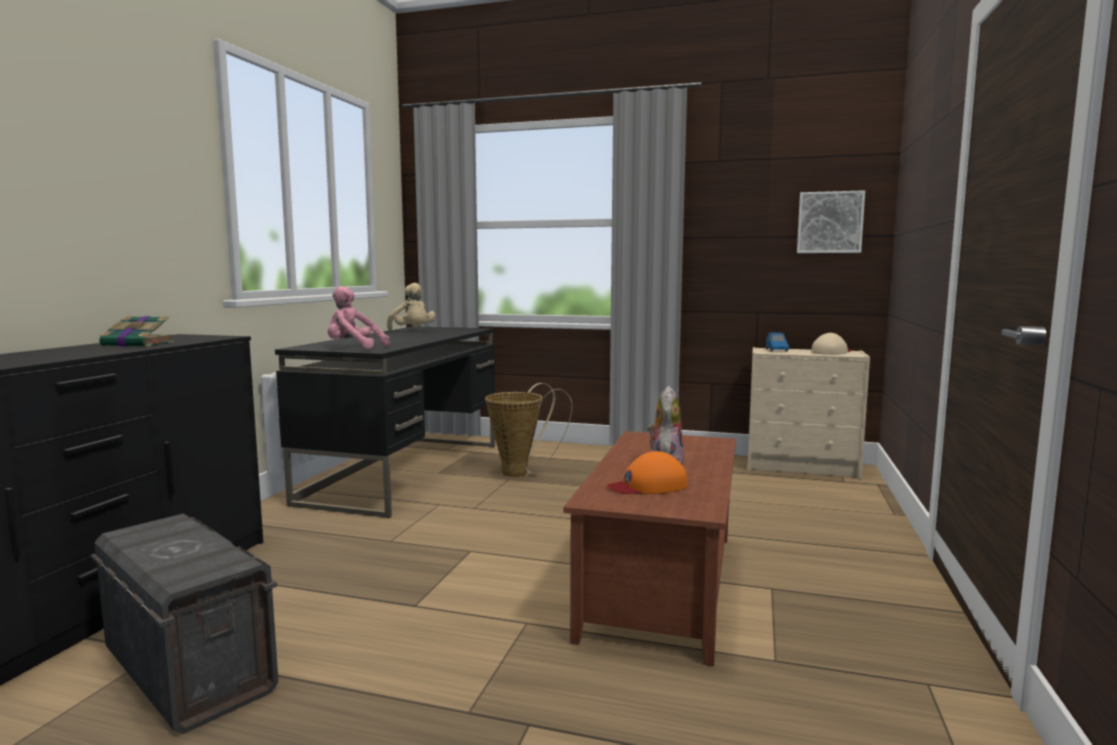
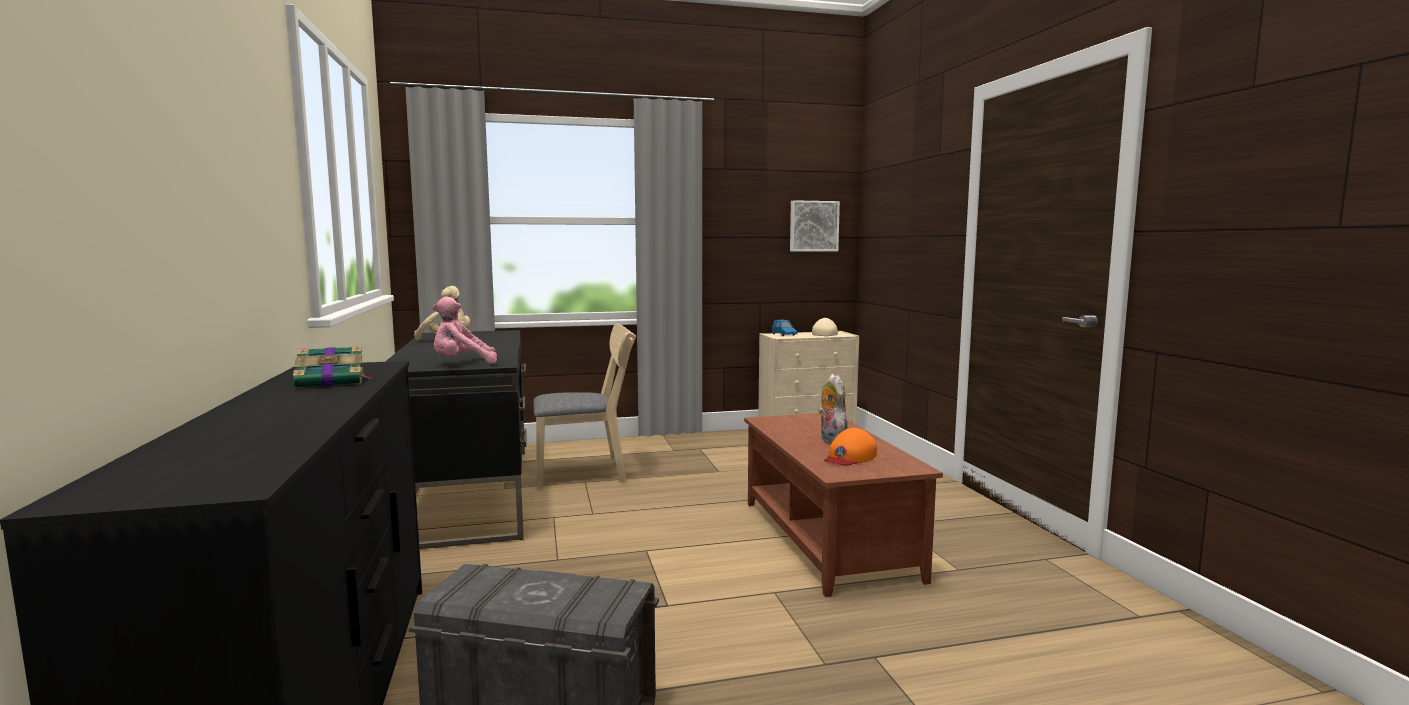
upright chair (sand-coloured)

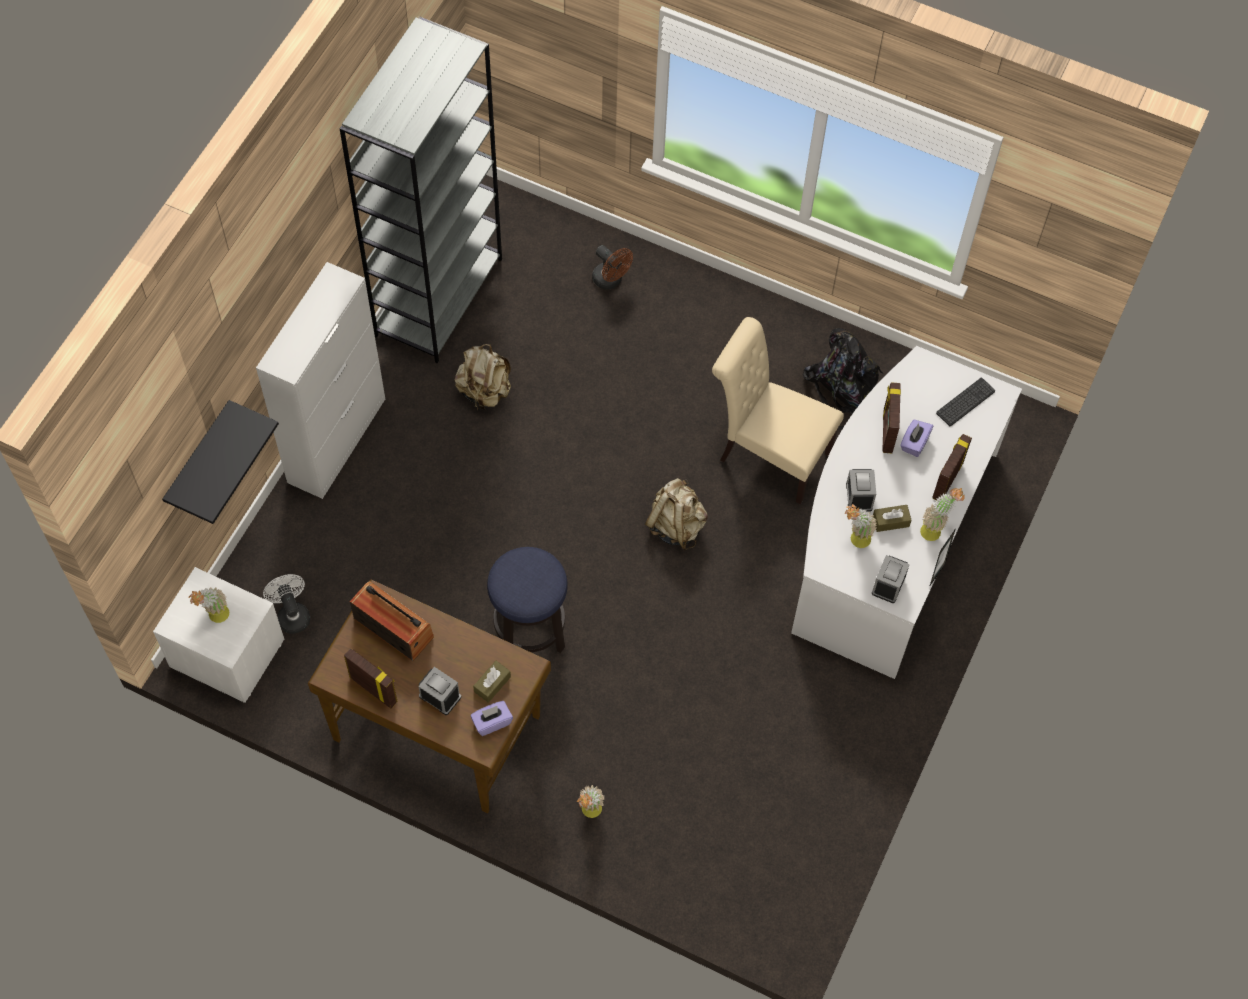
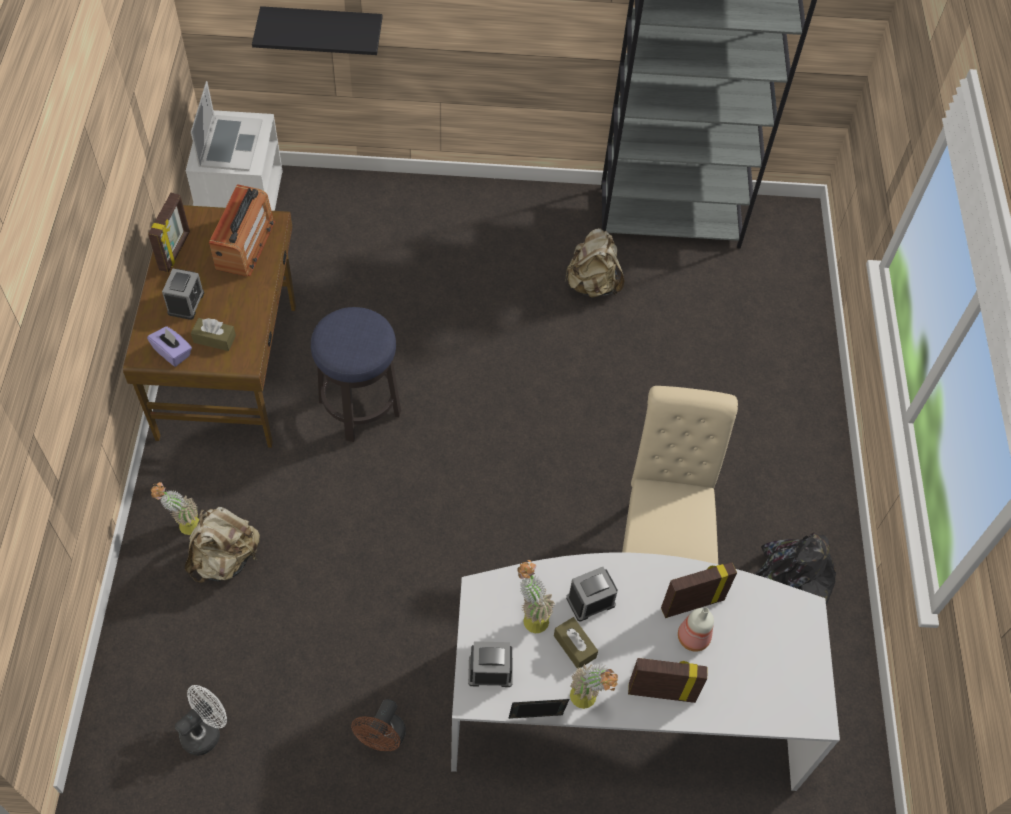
cupboard (whitish)
keyboard
cooling fan (whitish)
cooling fan (brown)
rucksack (sand-coloured) (1st from left)
notebook computer
bottle

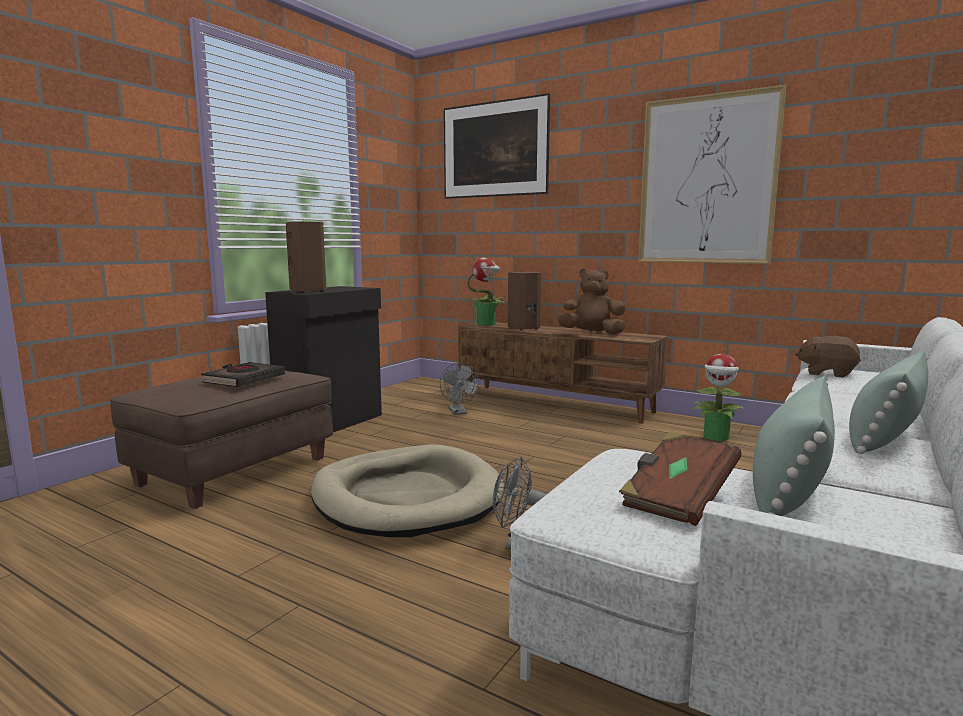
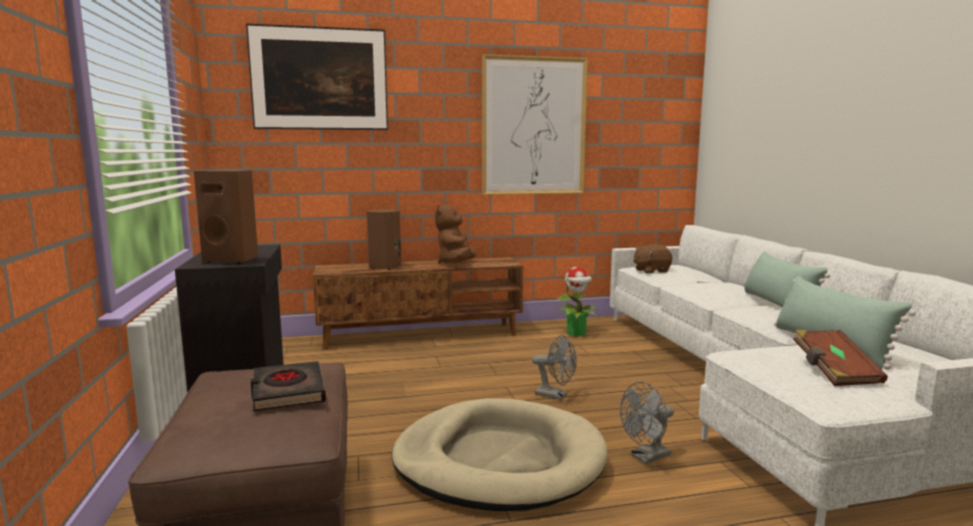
houseplant (1st from left in the first image)
cooling fan (gray) (1st from left)
soft toy (brown) (1st from left)

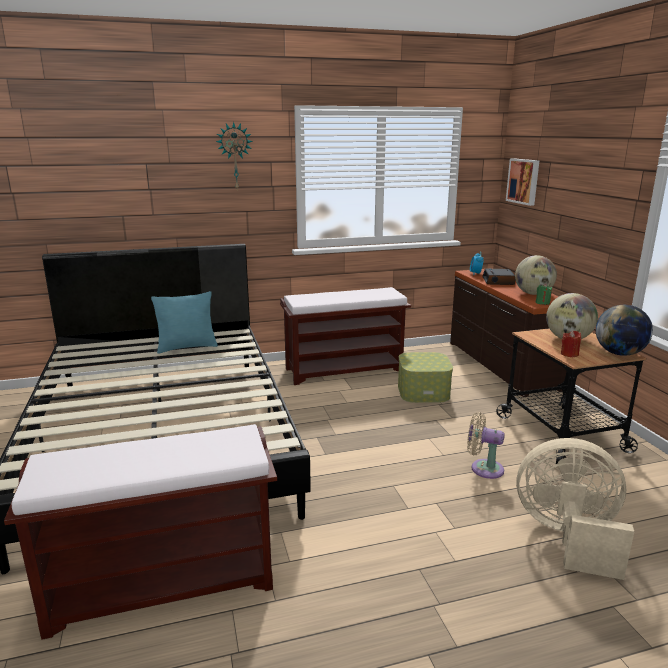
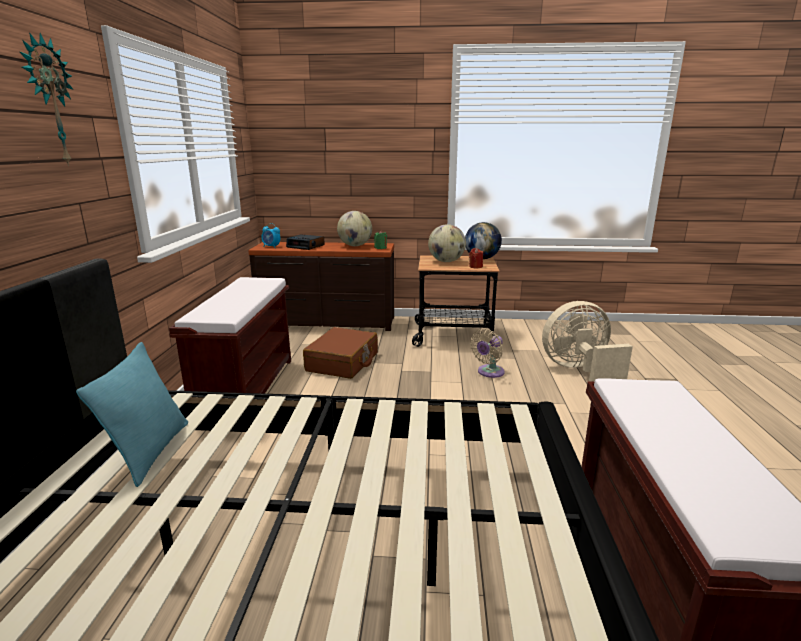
wall picture
piece of luggage (brown)
cooling fan (sand-coloured) (2nd from left)

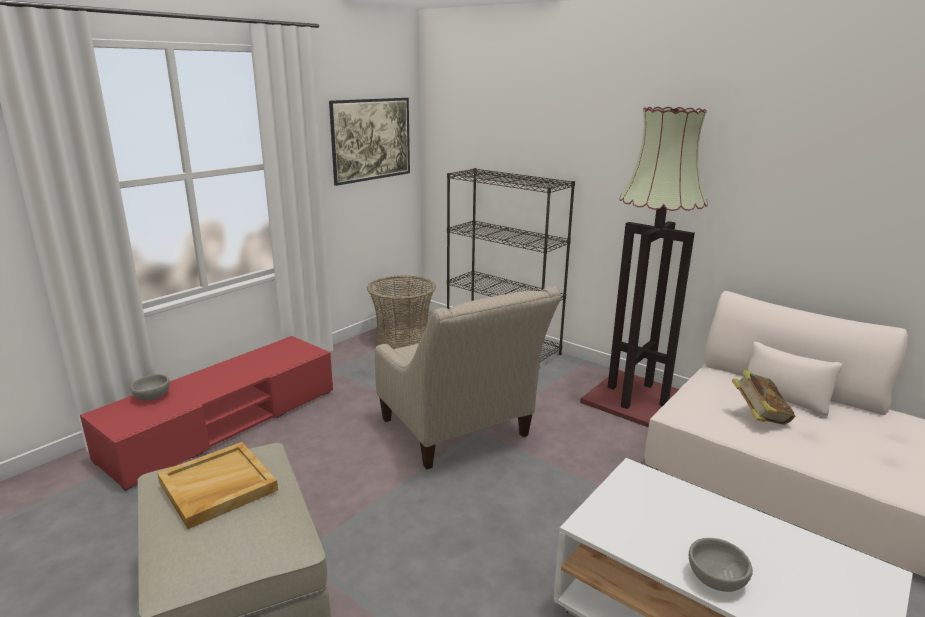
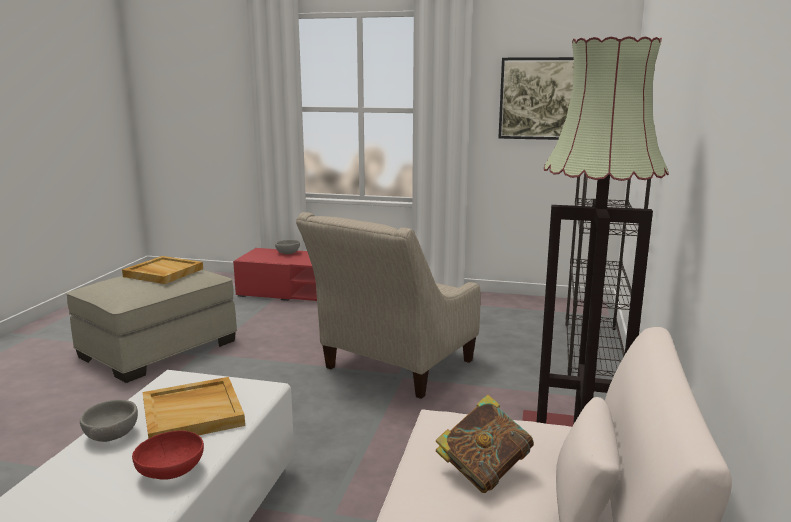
storage basket
bowl (reddish)
serving tray (sand-coloured) (2nd from left)

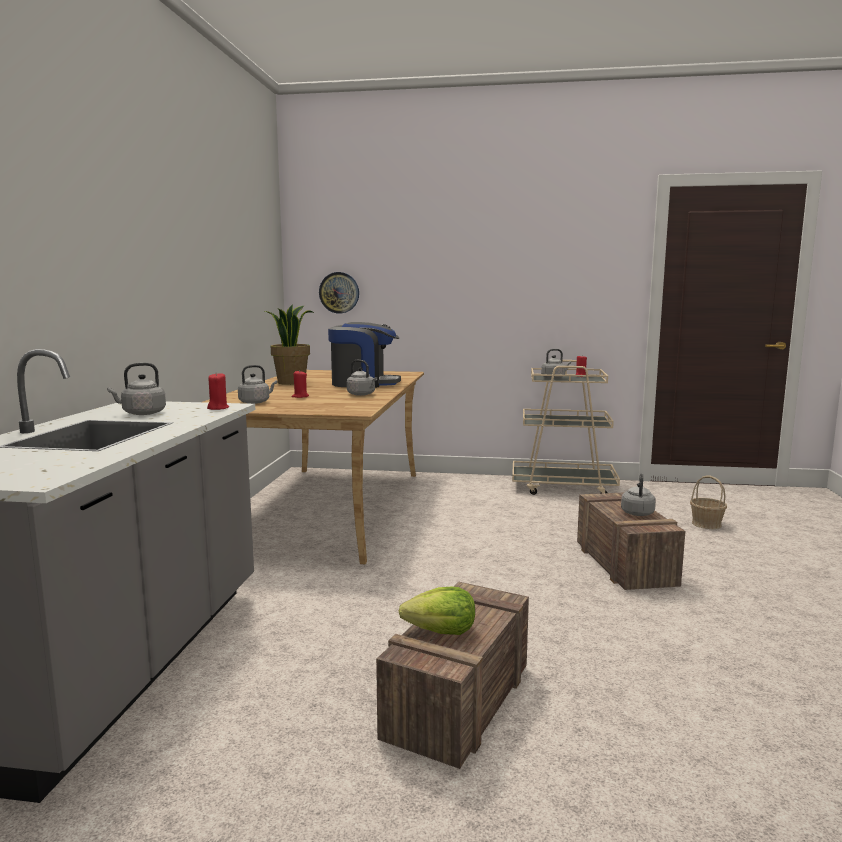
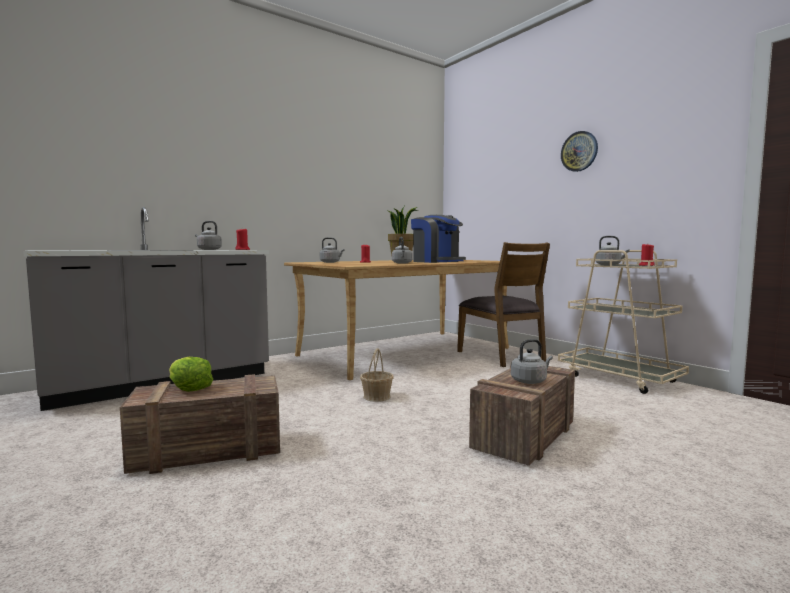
upright chair (brown)
clock on the wall
storage basket

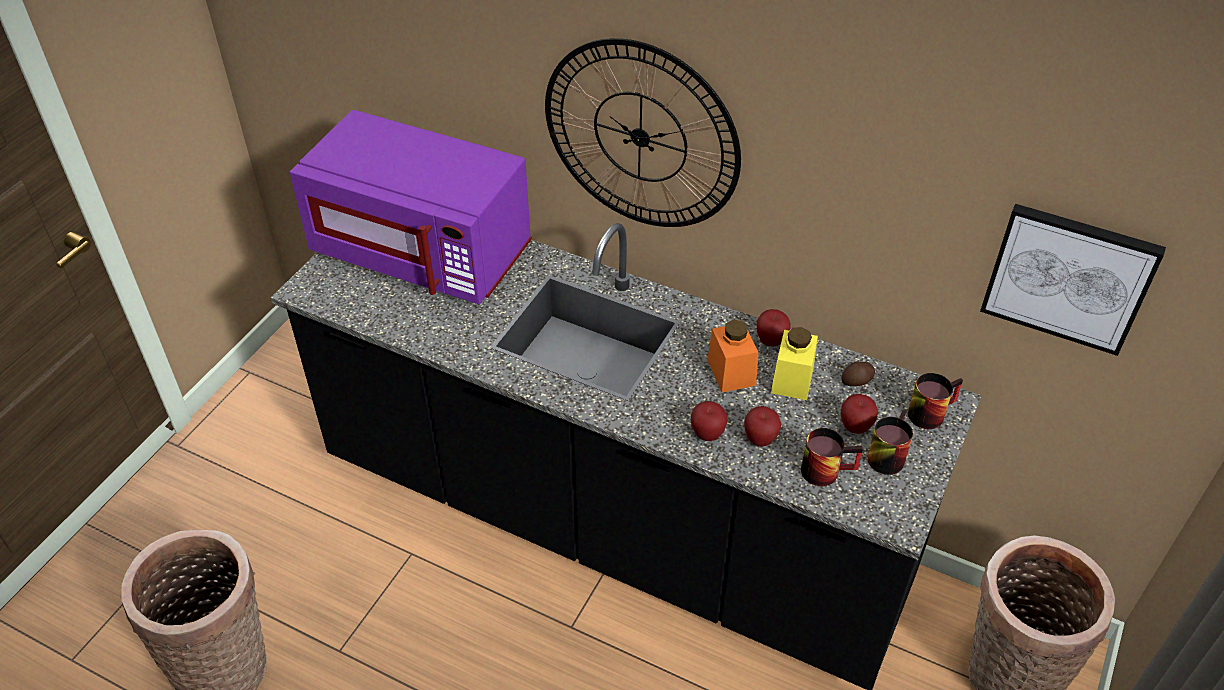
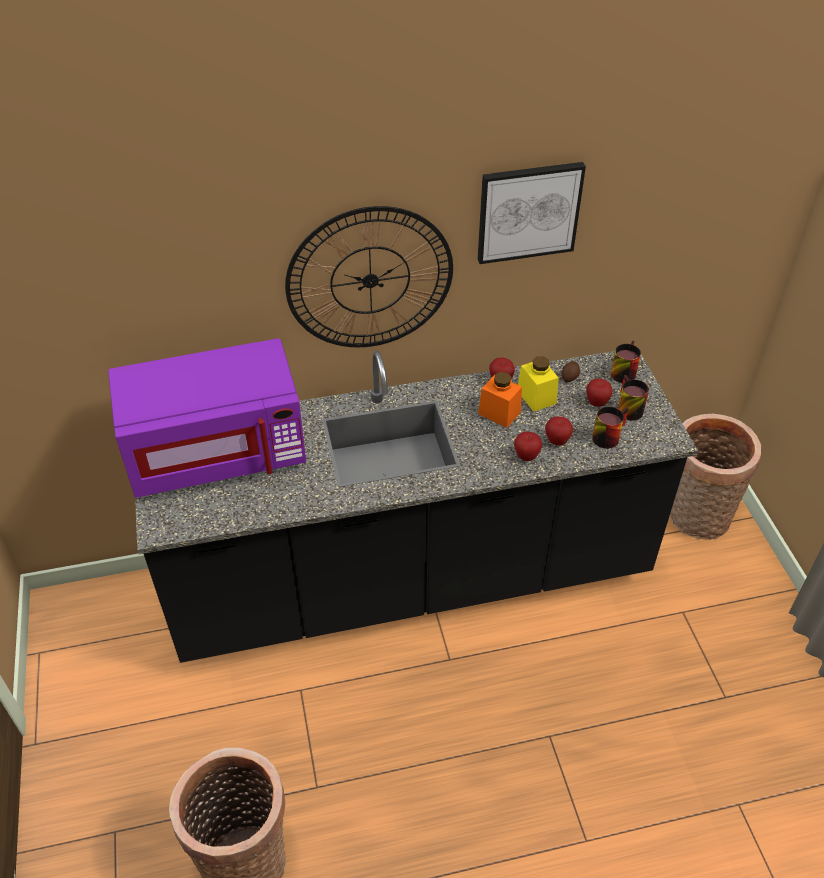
wall picture

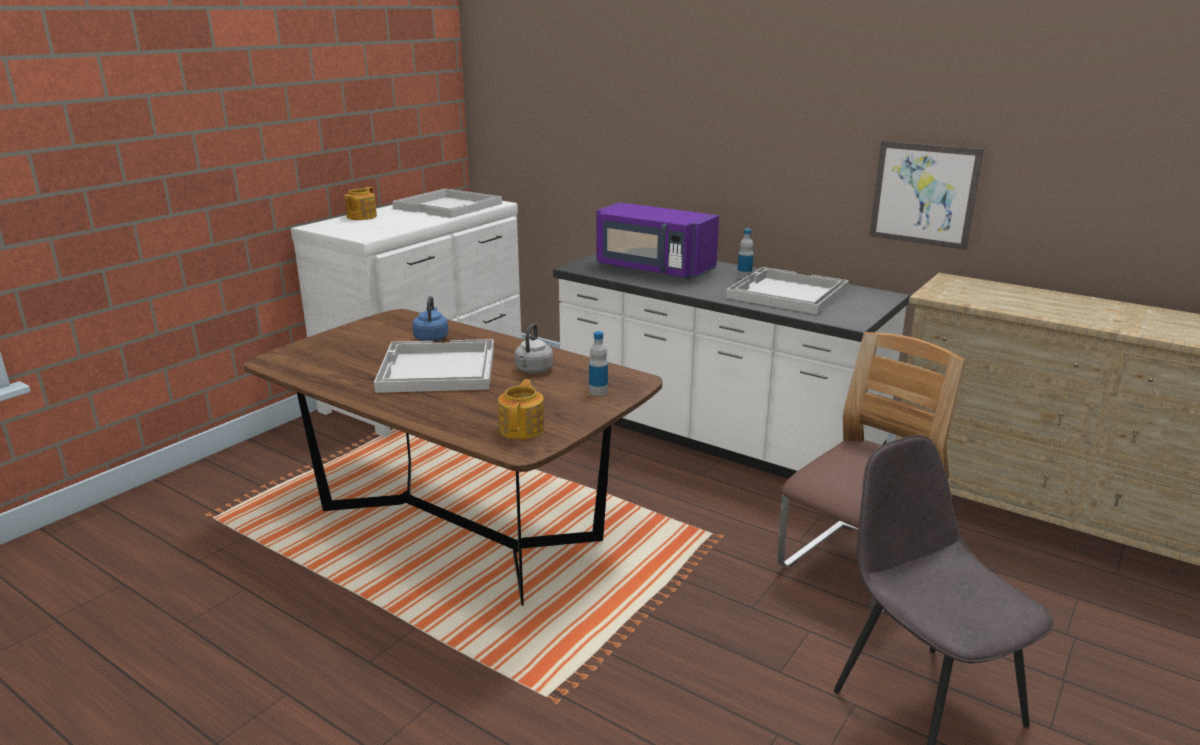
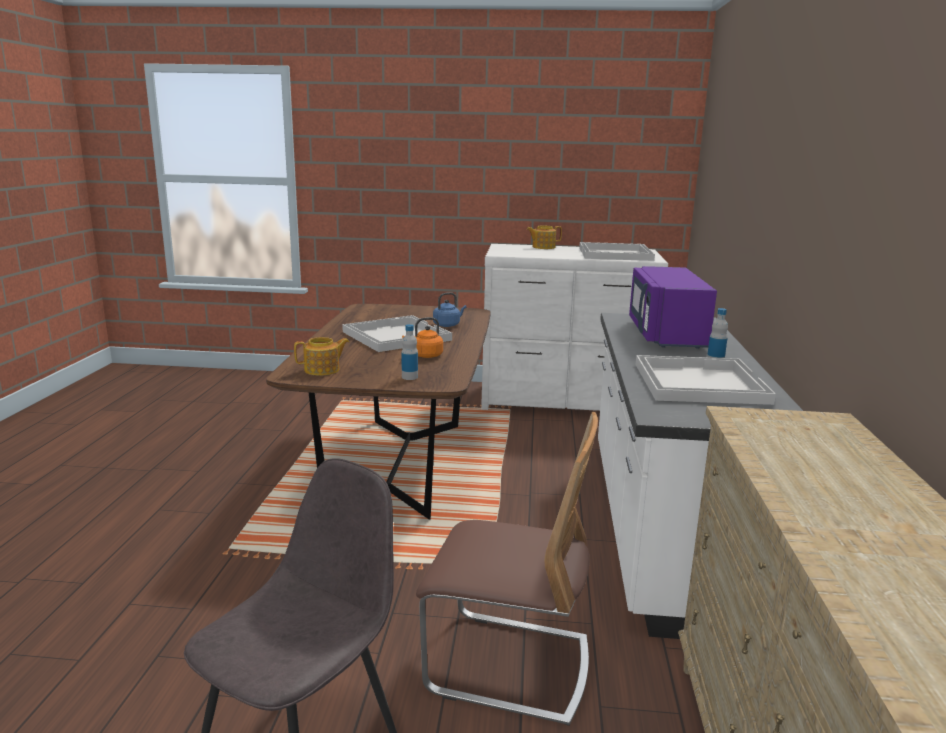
wall picture
water kettle (orange)

